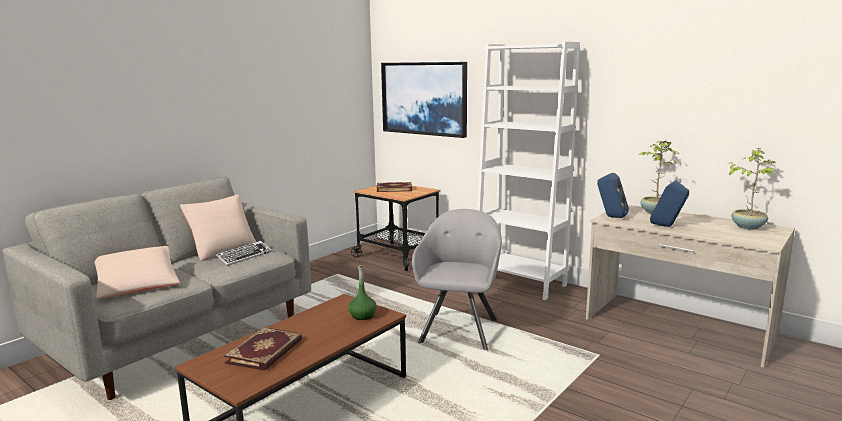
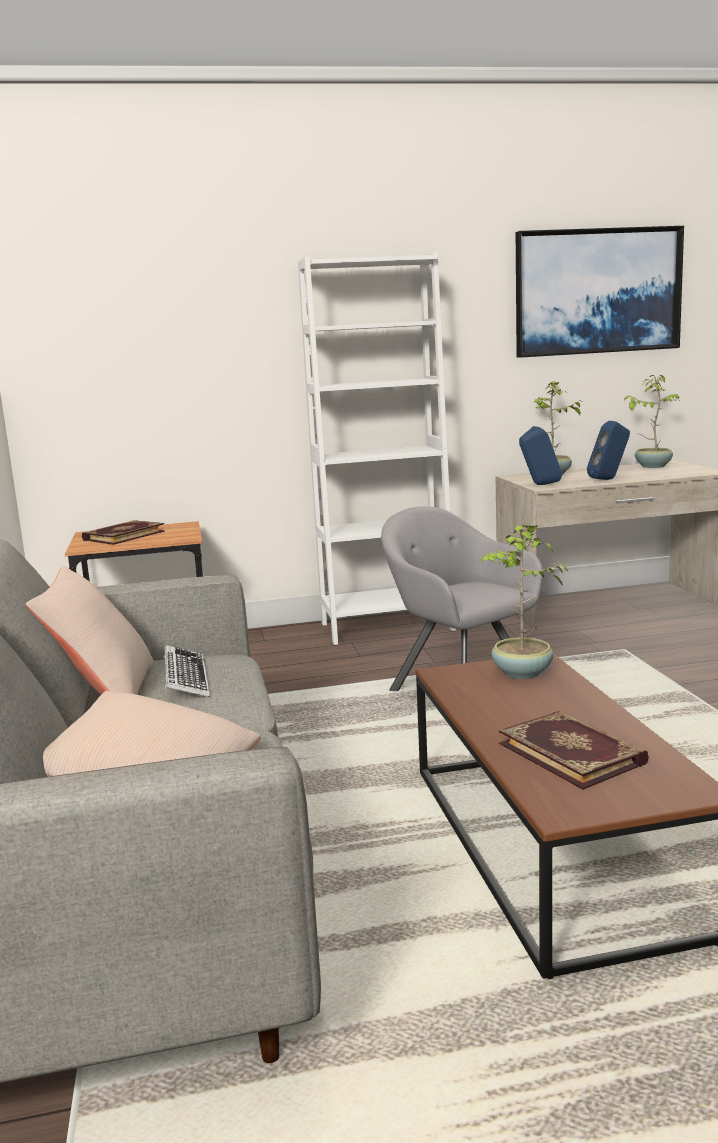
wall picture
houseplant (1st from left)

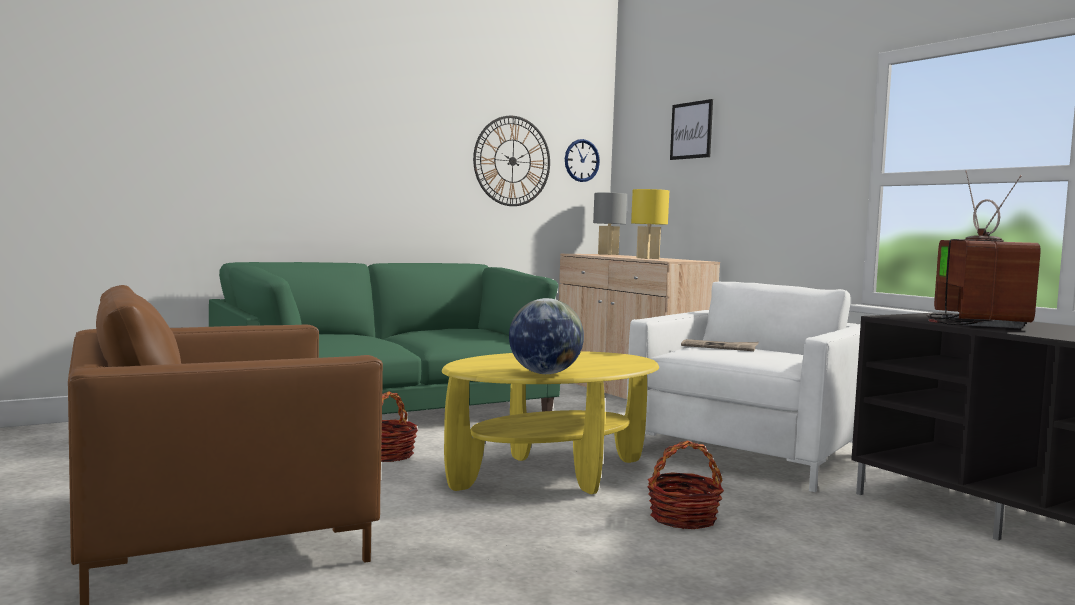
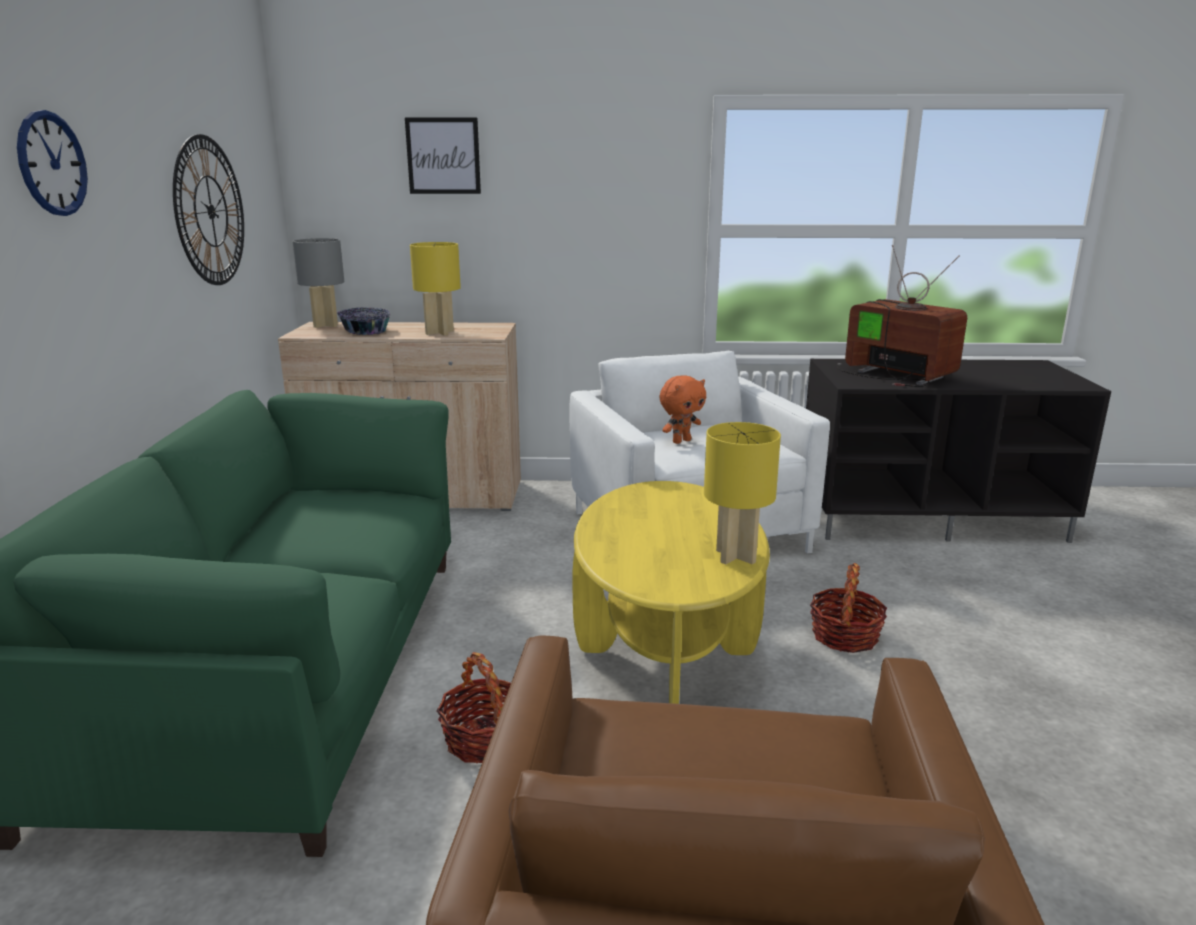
bowl
clock on the wall (1st from left)
tabletop lamp (yellow) (2nd from left)
soft toy (orange)

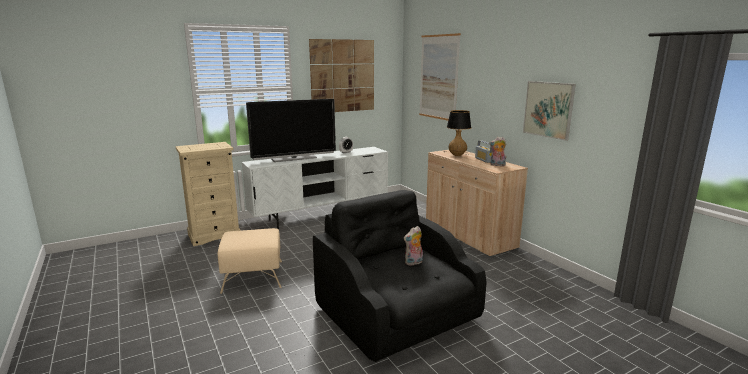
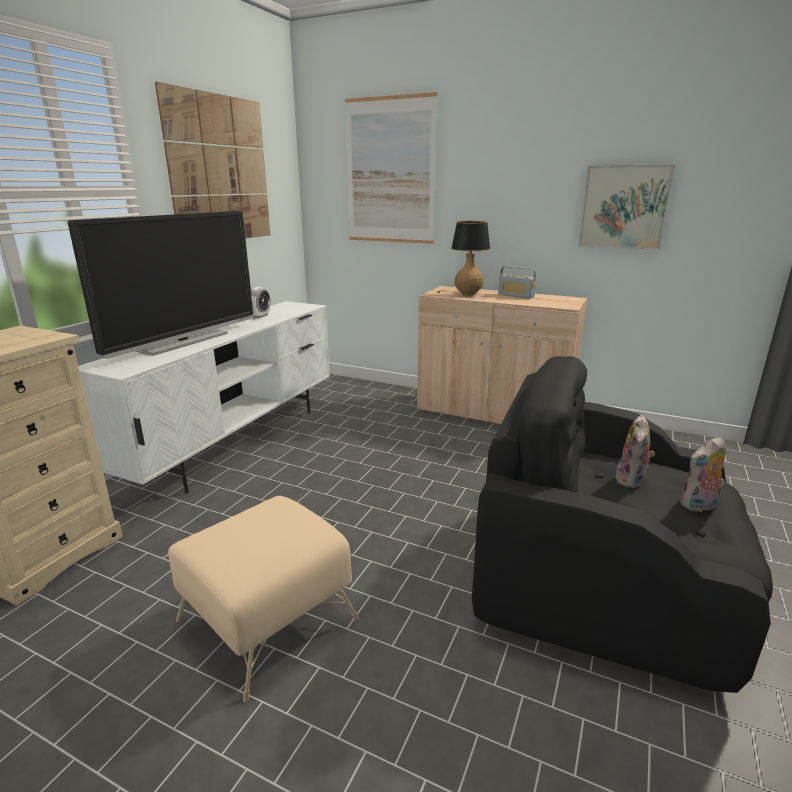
soft toy (2nd from left)

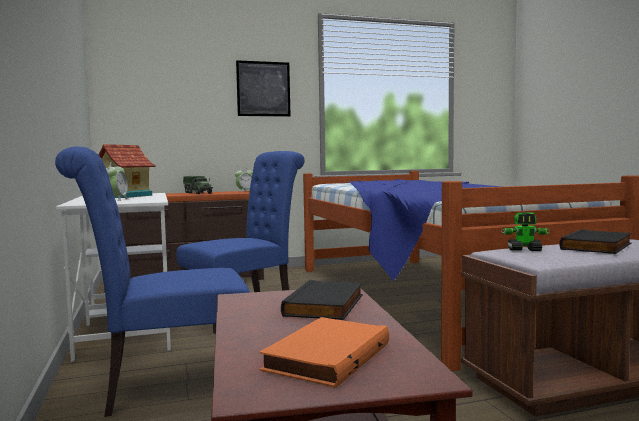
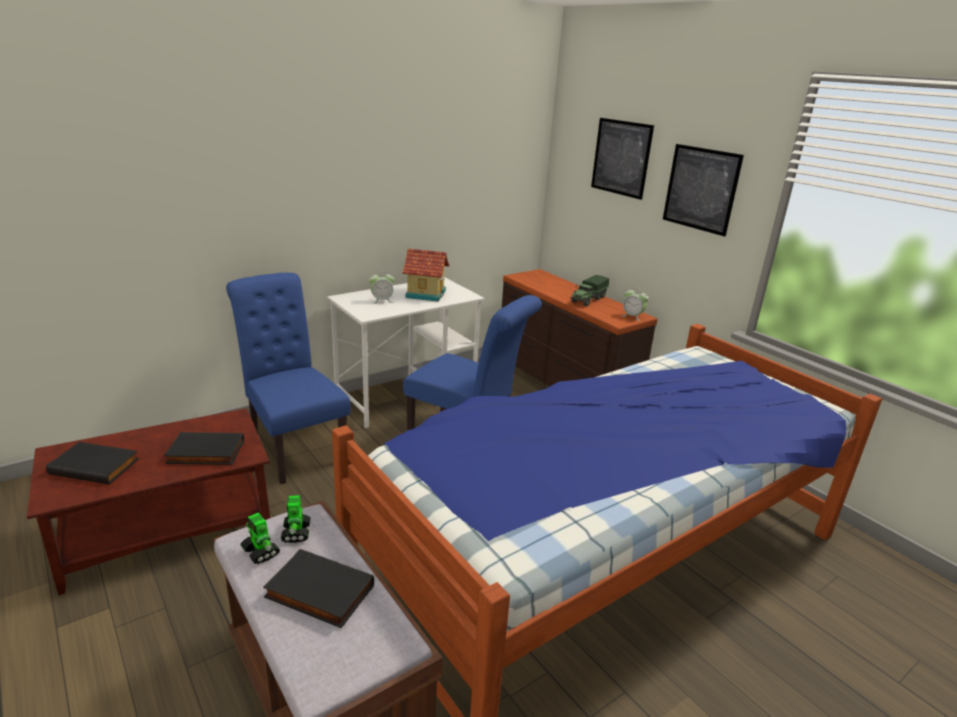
toy robot (1st from left)
wall picture (1st from left)
volume (black-coloured) (1st from left)

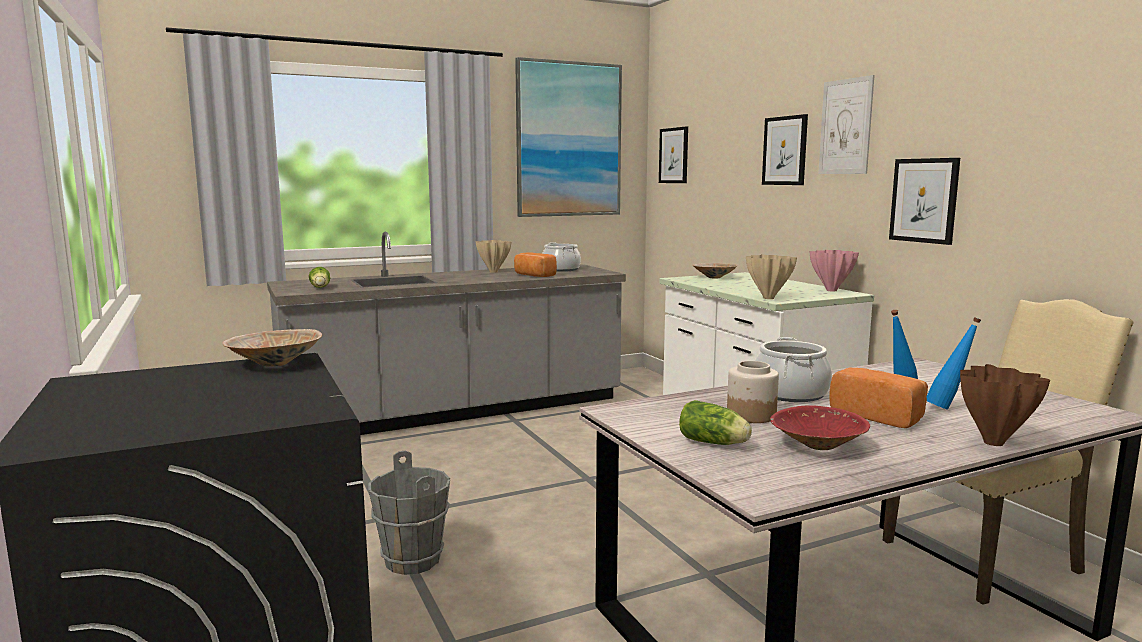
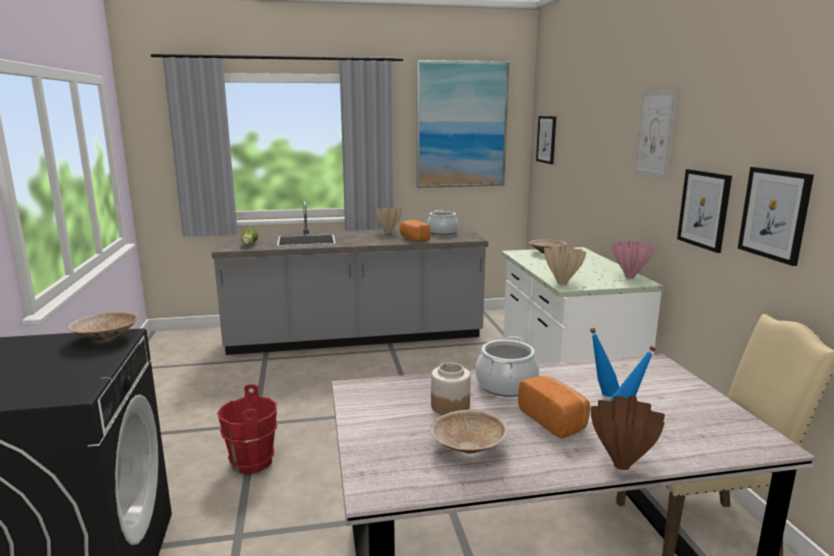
lettuce head (2nd from left in the first image)
wall picture (5th from left)
pail (reddish)
bowl (sand-coloured) (2nd from left)

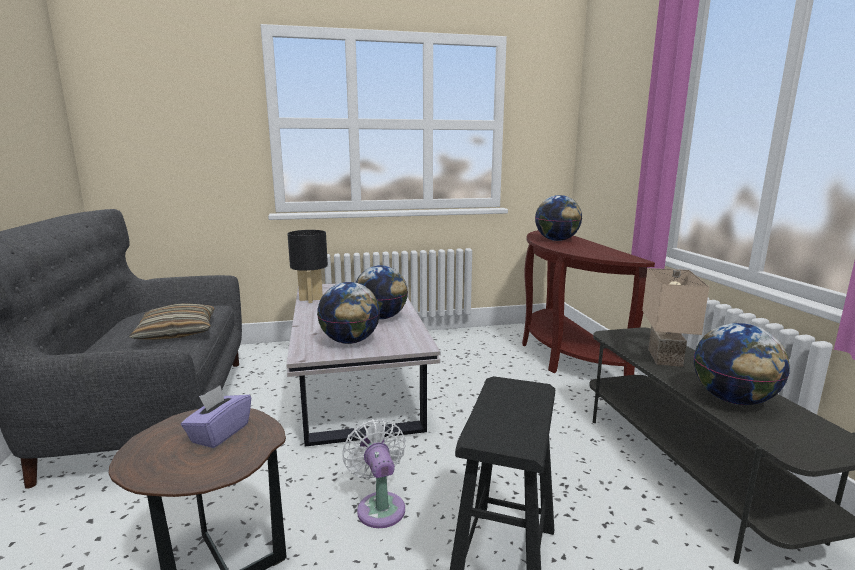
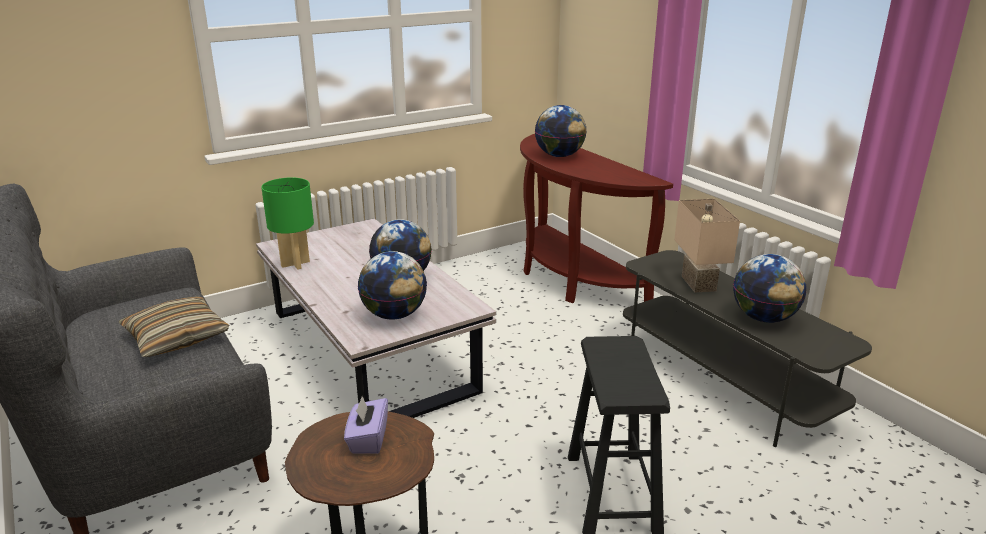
cooling fan (whitish)
tabletop lamp (green)

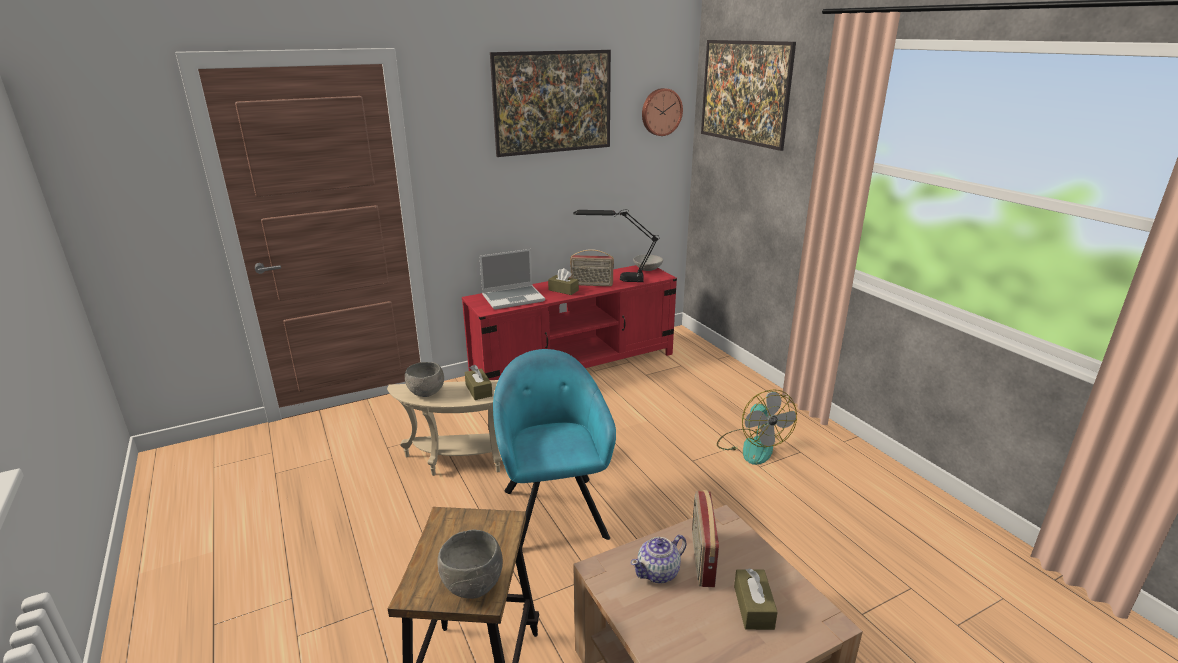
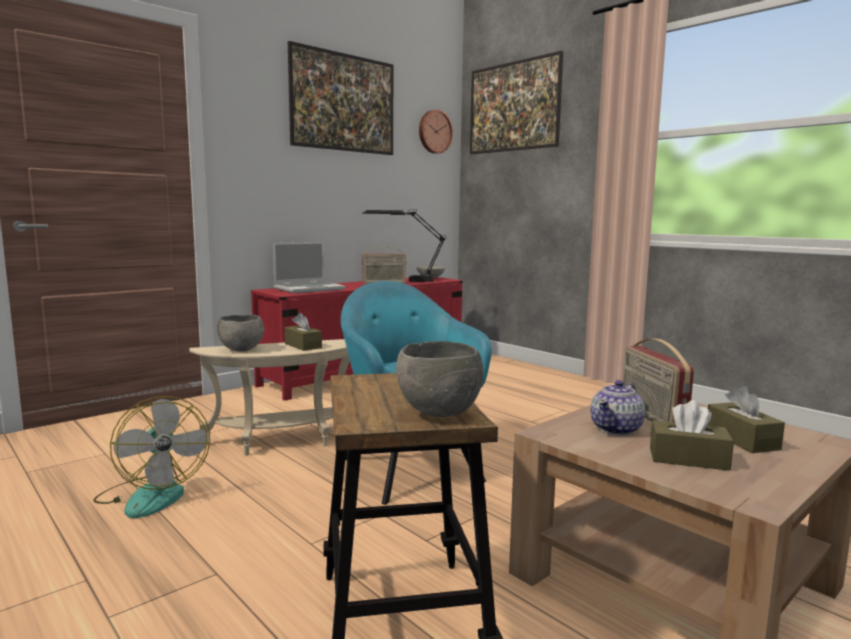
tissue holder (brown) (2nd from left)
cooling fan

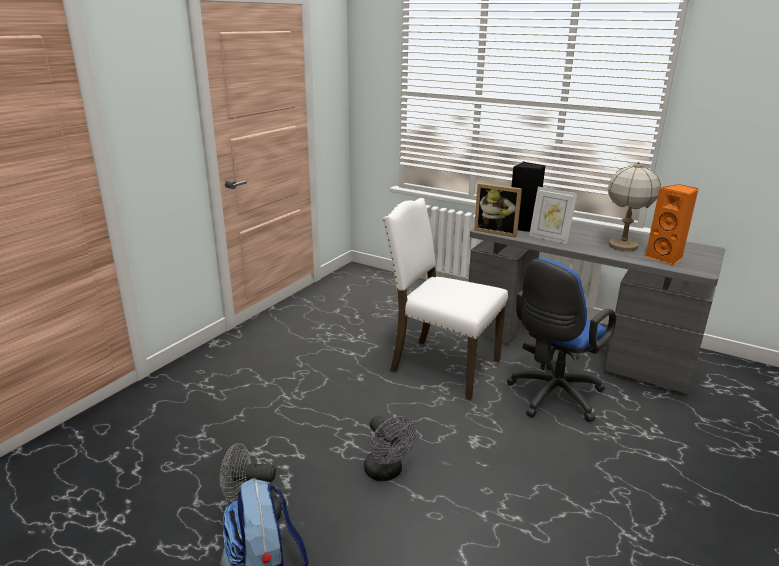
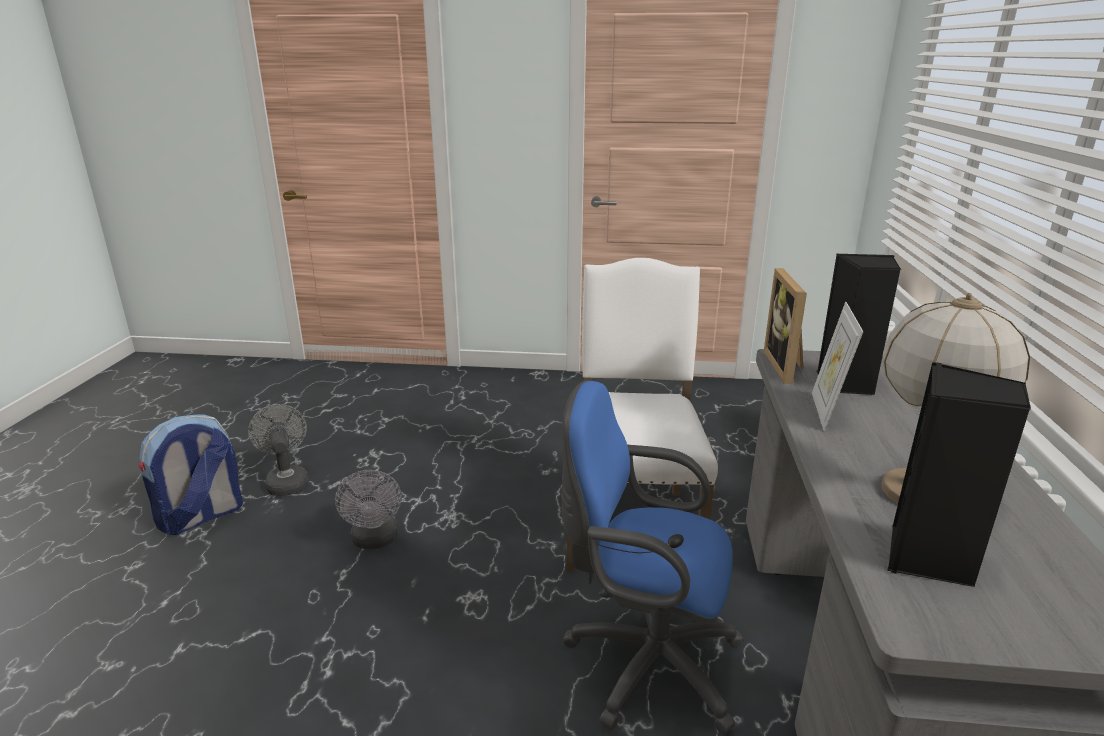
audio speaker (black-coloured) (2nd from left)
cooling fan (gray) (2nd from left)

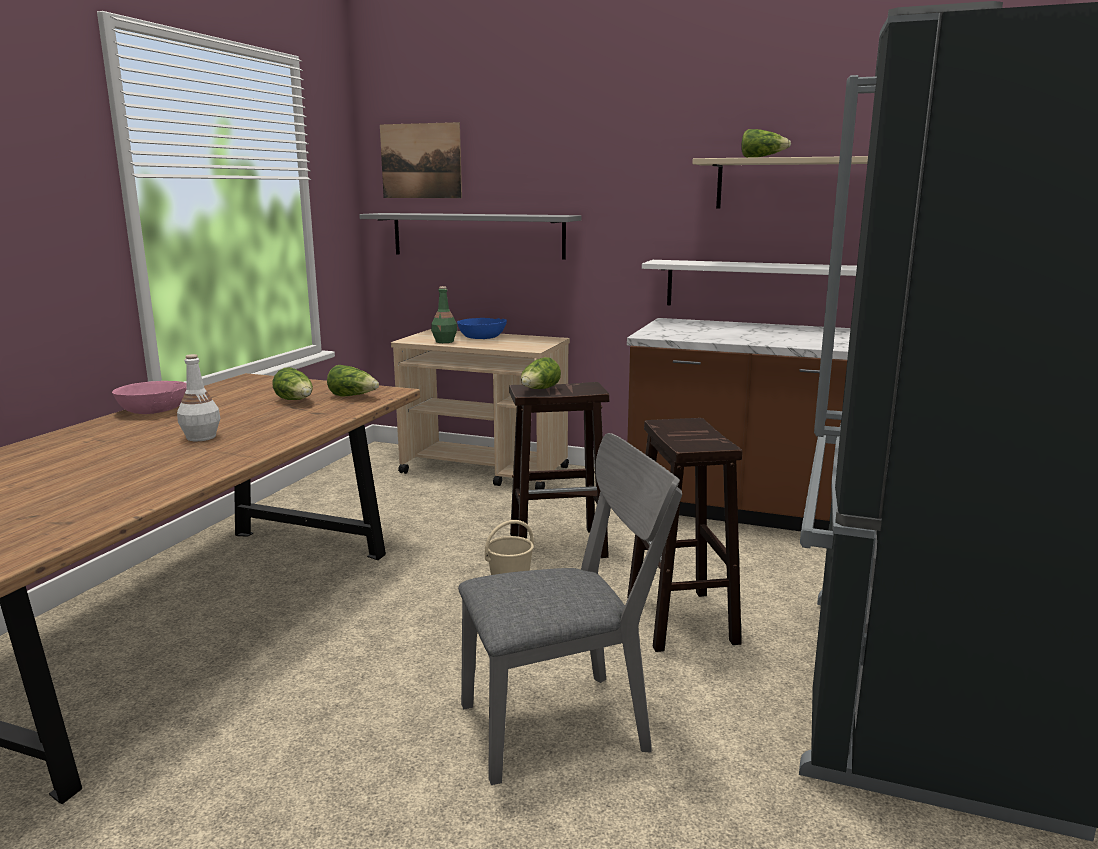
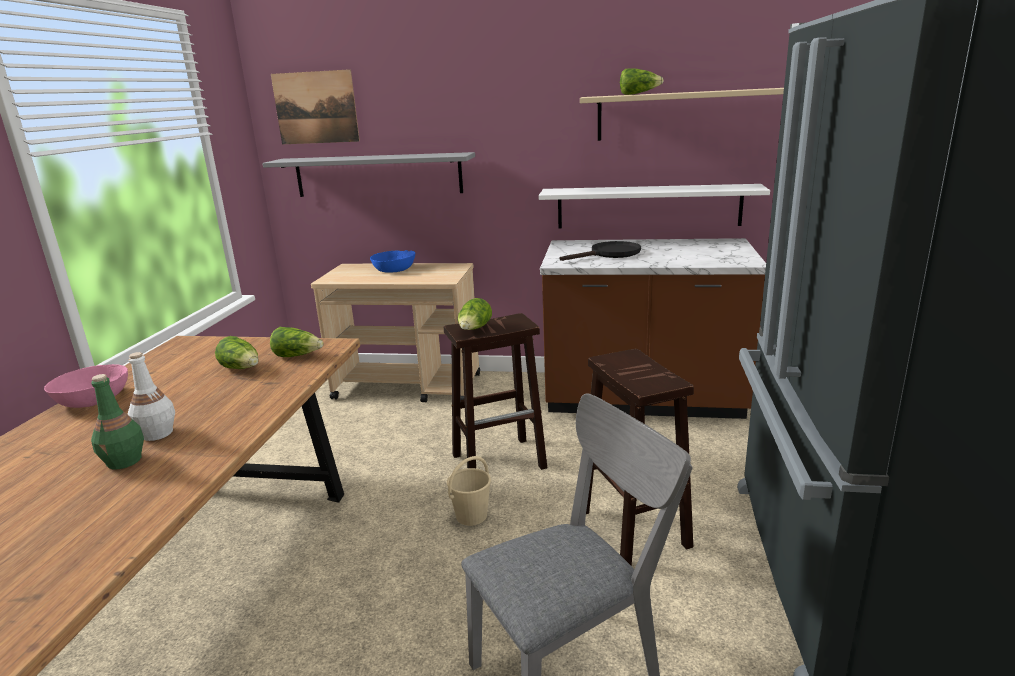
frying pan (black-coloured)
bottle (green)

